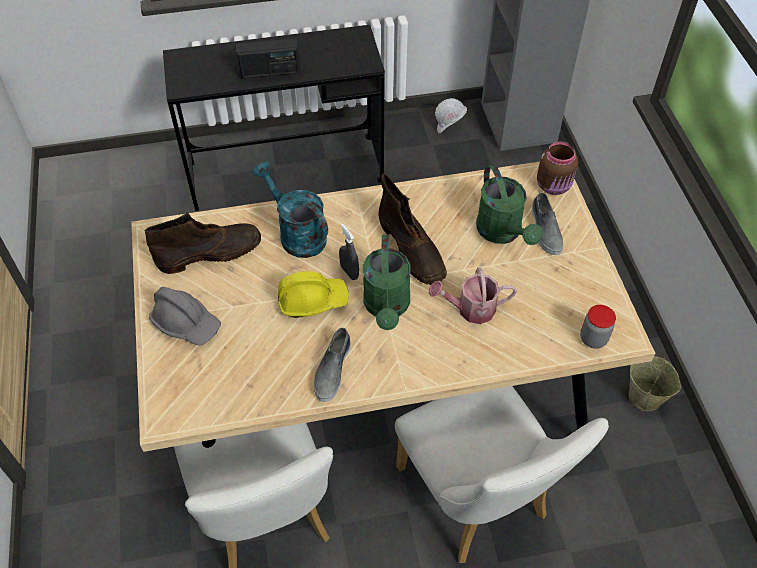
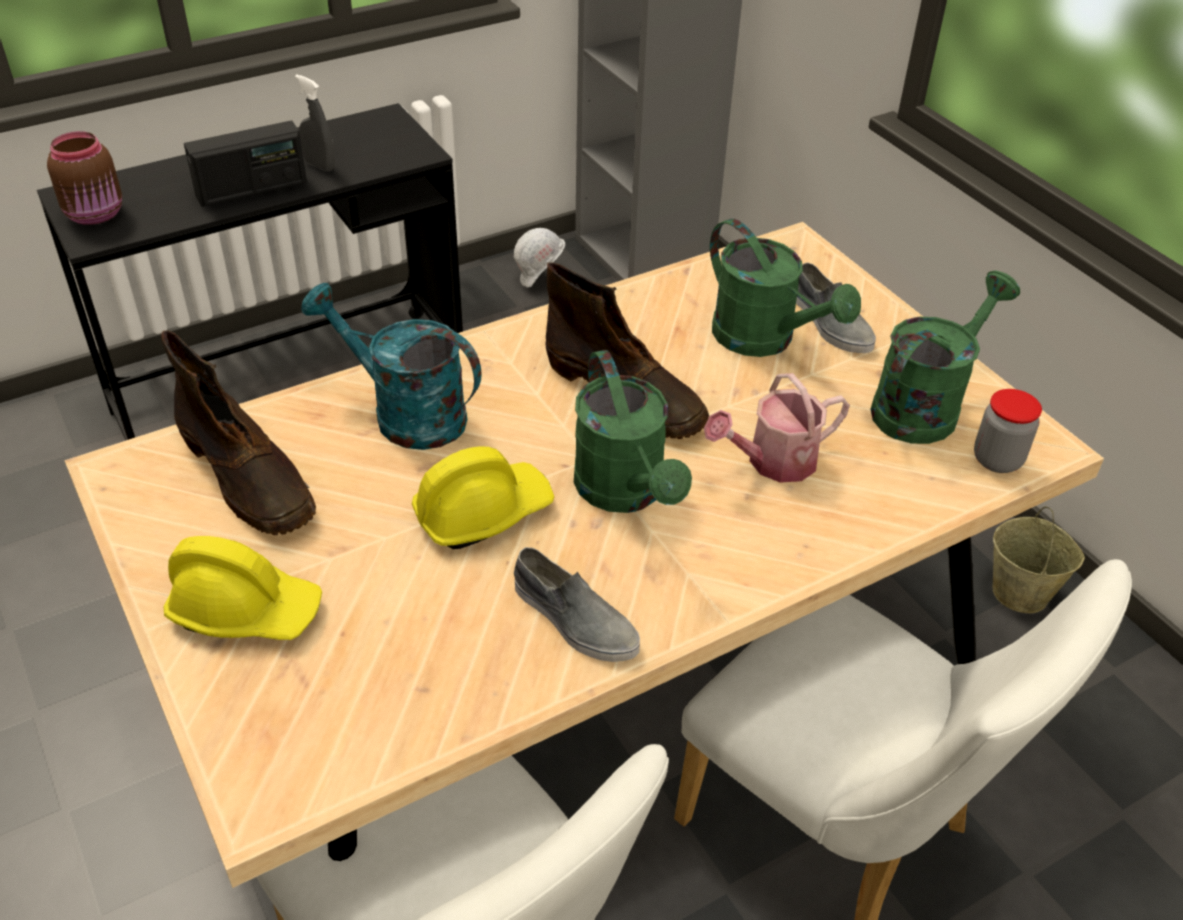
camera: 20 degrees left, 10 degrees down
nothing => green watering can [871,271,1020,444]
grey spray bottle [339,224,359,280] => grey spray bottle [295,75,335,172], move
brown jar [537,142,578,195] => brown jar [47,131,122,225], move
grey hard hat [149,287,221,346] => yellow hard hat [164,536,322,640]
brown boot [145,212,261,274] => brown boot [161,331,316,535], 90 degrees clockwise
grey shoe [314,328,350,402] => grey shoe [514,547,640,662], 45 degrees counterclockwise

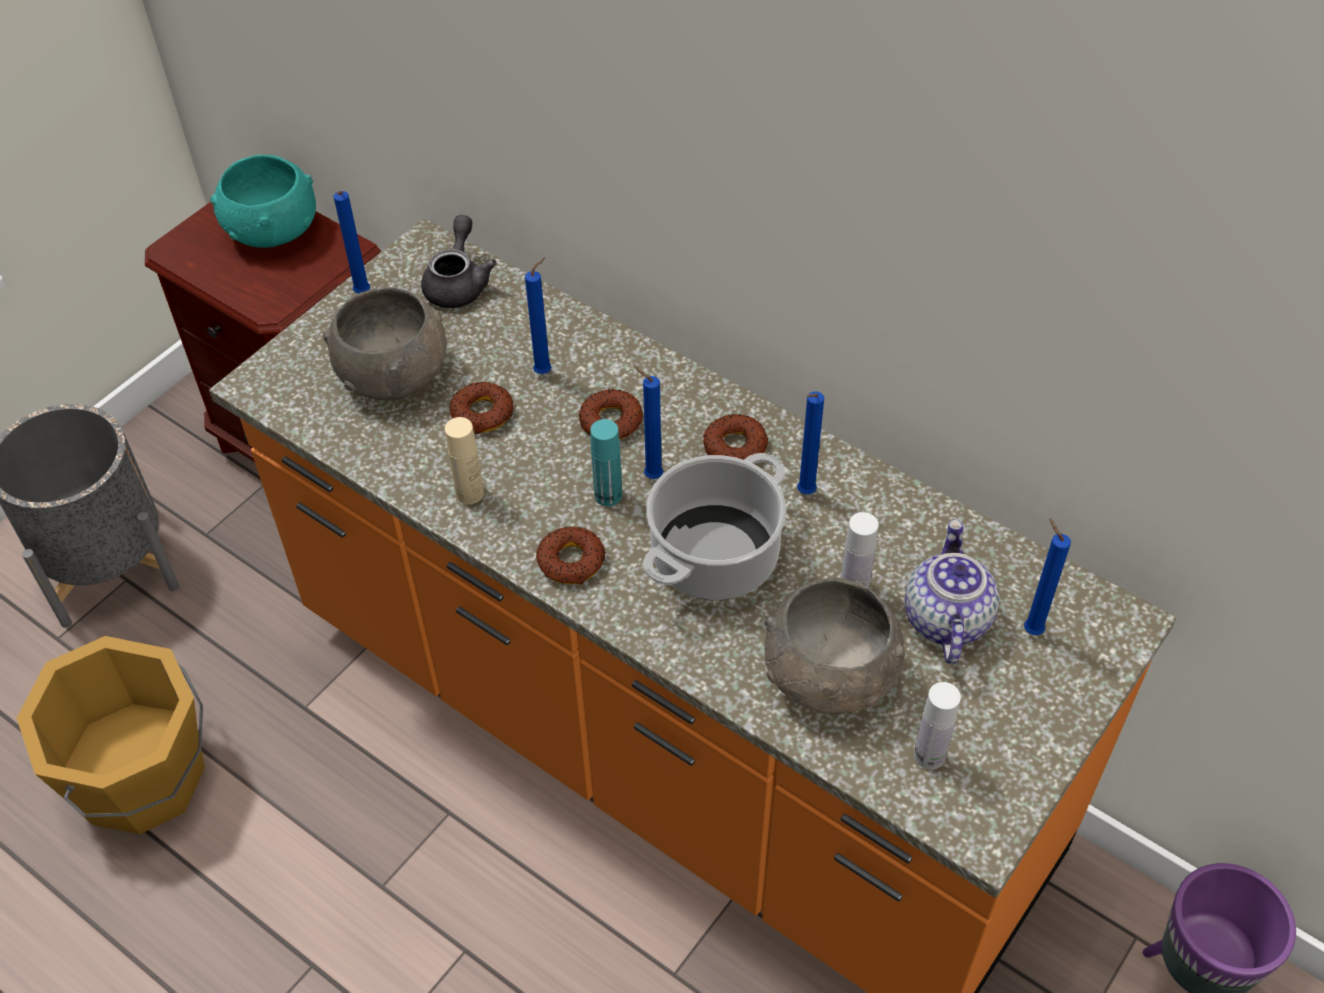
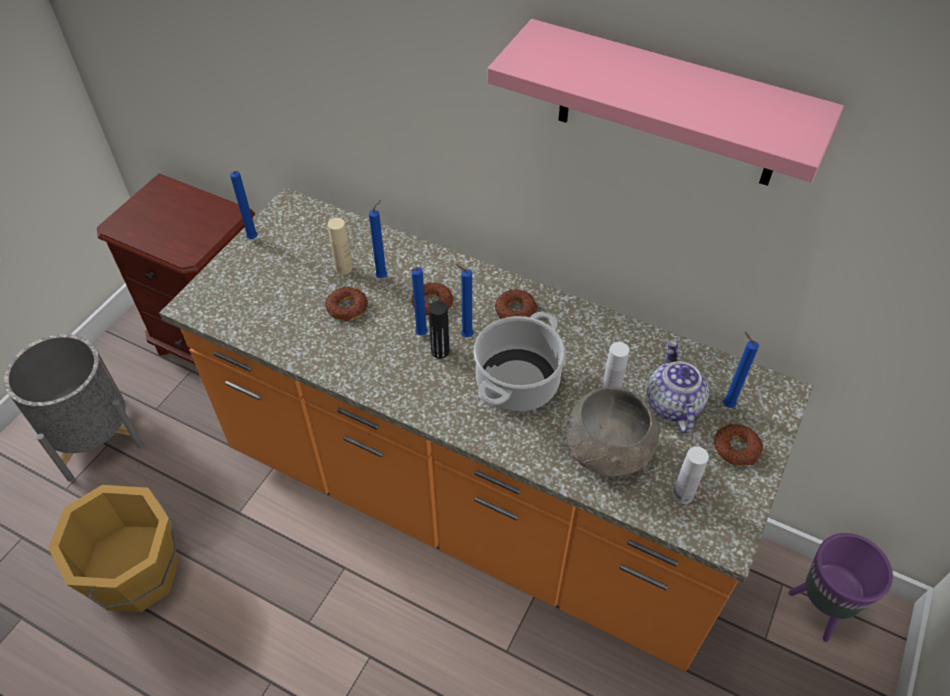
camera: 10 degrees left, 0 degrees up
turquoise bowl [211,155,316,248] => nothing
grey bowl [323,287,447,401] => nothing
grey teapot [421,215,497,308] => nothing
nothing => pink shelf [487,19,844,186]
beige bottle [445,417,484,504] => beige bottle [328,218,352,275], move
donut [536,526,606,585] => donut [714,424,763,466], move
blue candle [797,391,824,494] => blue candle [411,267,428,335], move
turquoise bottle [590,419,622,506] => black bottle [429,301,449,359]

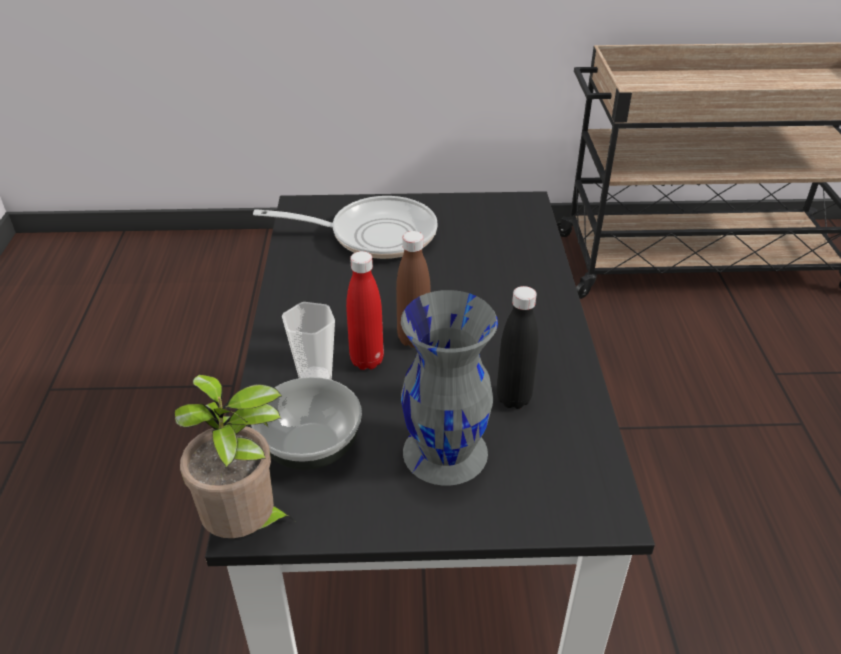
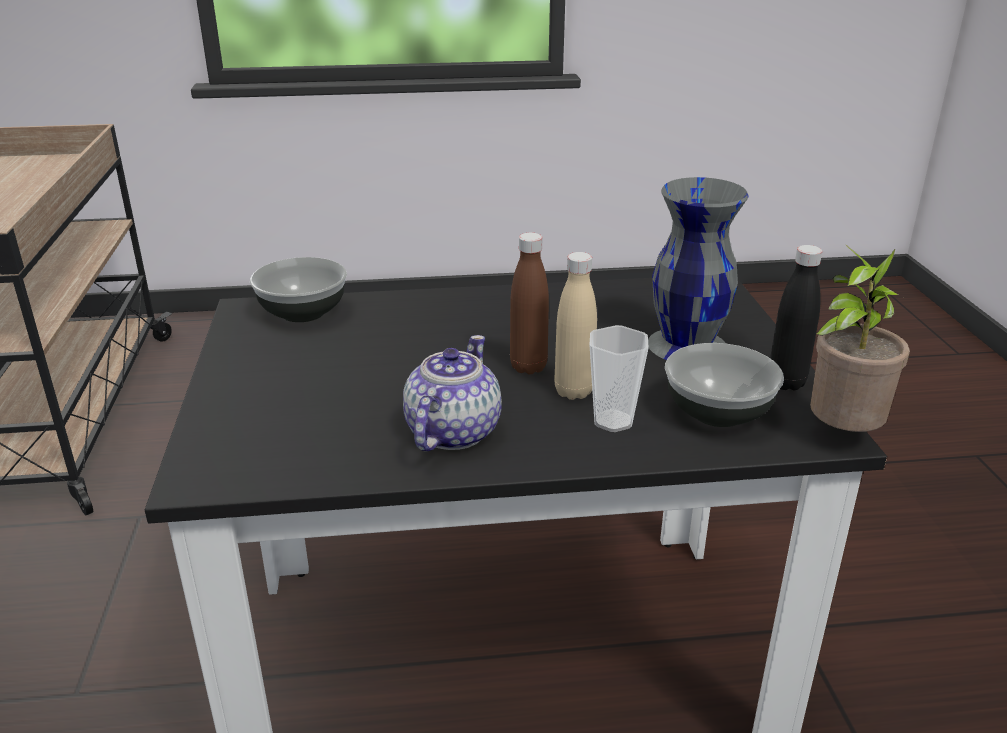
camera: 95 degrees left, 10 degrees down
frying pan [253,196,438,259] => nothing
nothing => bowl [250,257,347,322]
nothing => teapot [403,335,502,451]
black bottle [497,286,539,409] => black bottle [770,245,822,391], move
red bottle [346,251,384,370] => beige bottle [554,252,597,400]

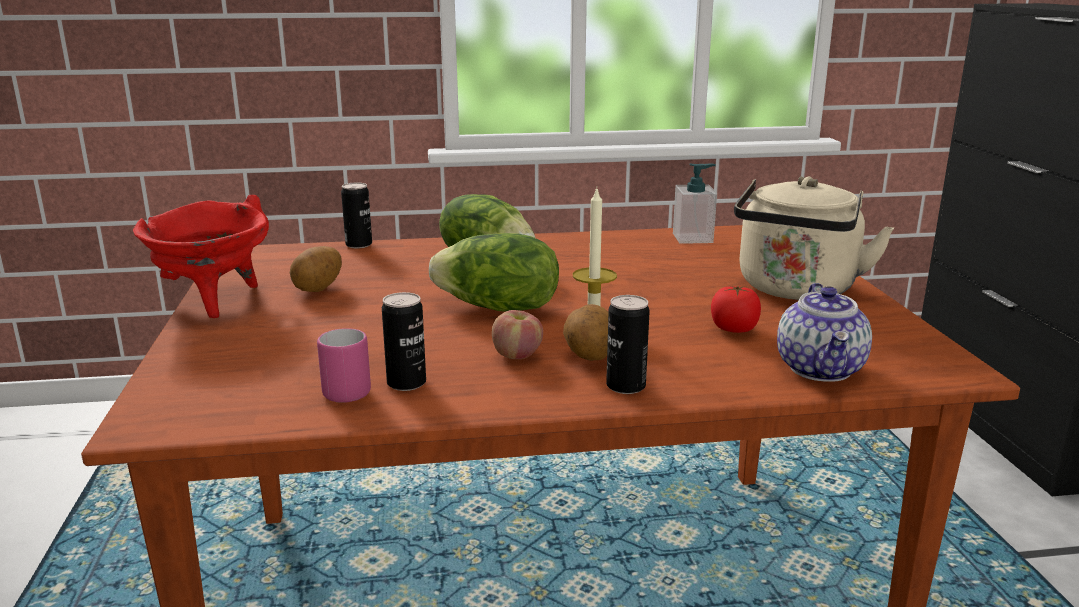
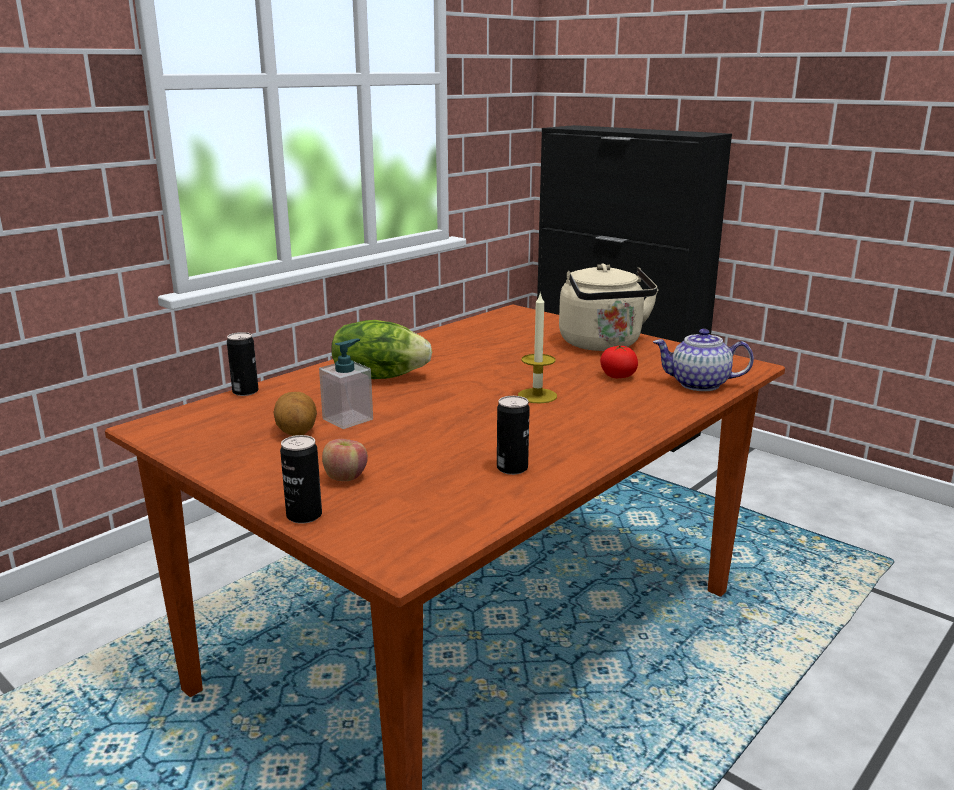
camera: 40 degrees left, 0 degrees up
red cooking pot [133,195,269,318] => nothing
pink mug [317,328,371,402] => nothing
lettuce [429,233,559,311] => nothing
potato [563,304,609,361] => nothing
apple [492,310,543,359] => apple [322,439,368,481], move
can [606,295,650,394] => can [280,435,322,524], move
soap dispenser [673,163,717,244] => soap dispenser [319,339,373,429], move
teapot [777,283,872,382] => teapot [653,329,754,391], 135 degrees clockwise

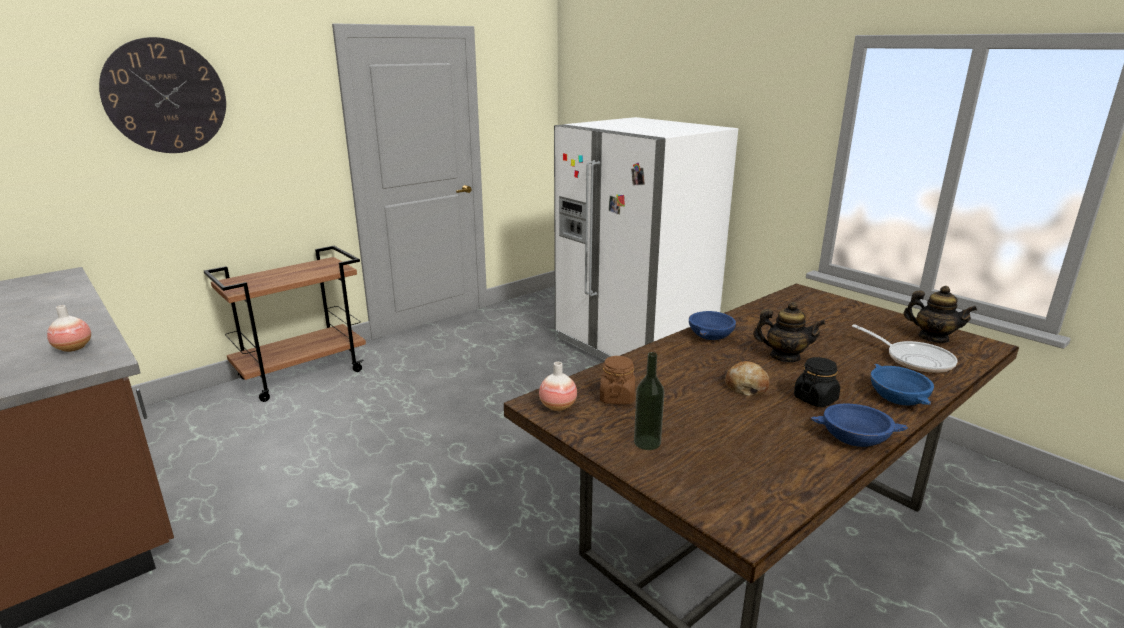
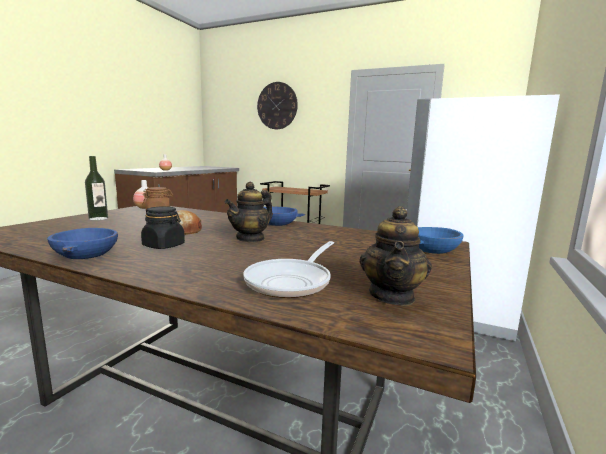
camera: 65 degrees right, 10 degrees down
blue bowl [871,364,934,405] => blue bowl [418,227,464,254], move
teapot [753,302,825,362] => teapot [225,181,273,243], 45 degrees clockwise

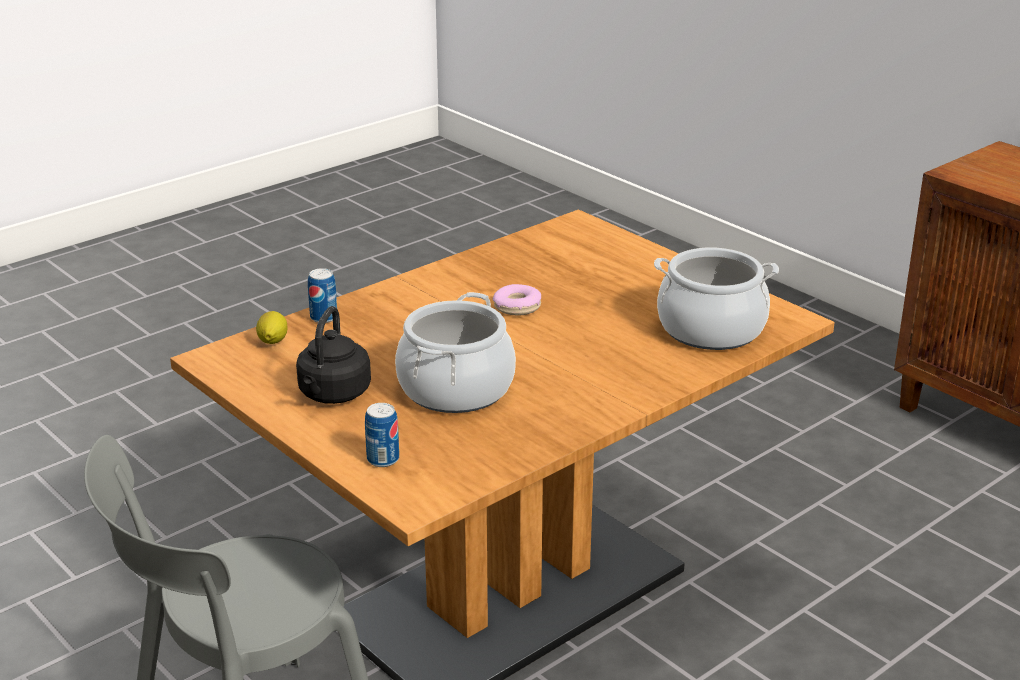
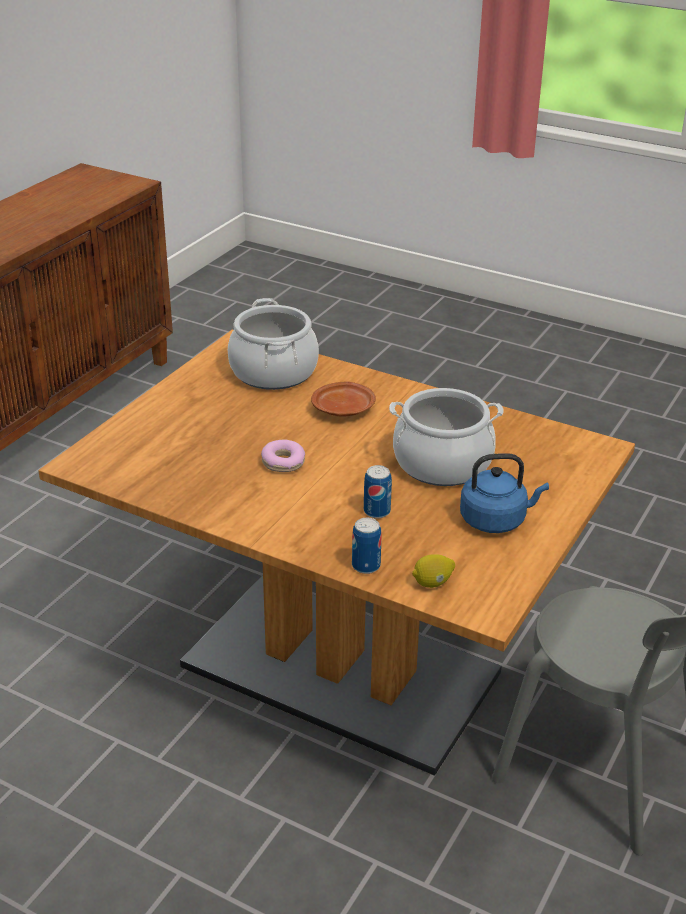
camera: 110 degrees left, 5 degrees up
nothing => brown plate [311,381,376,417]
can [365,403,399,467] => can [364,465,392,518], move
black kettle [296,306,371,404] => blue kettle [460,453,549,533]

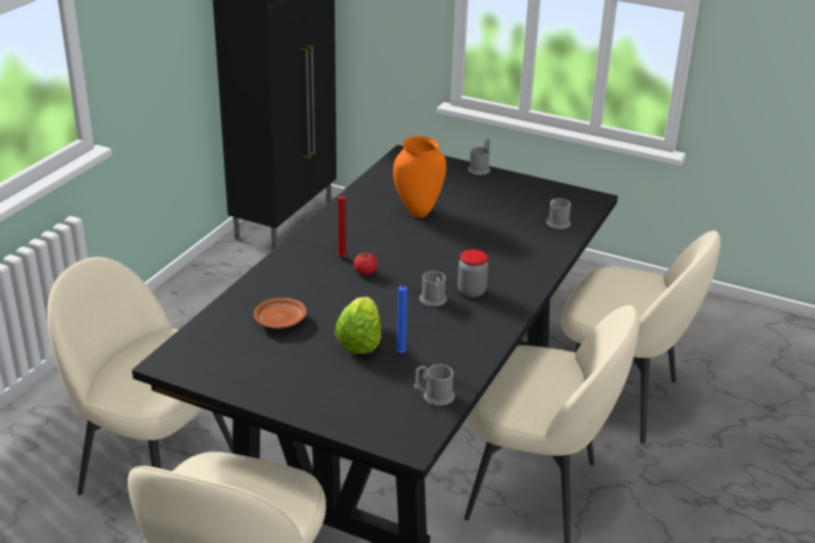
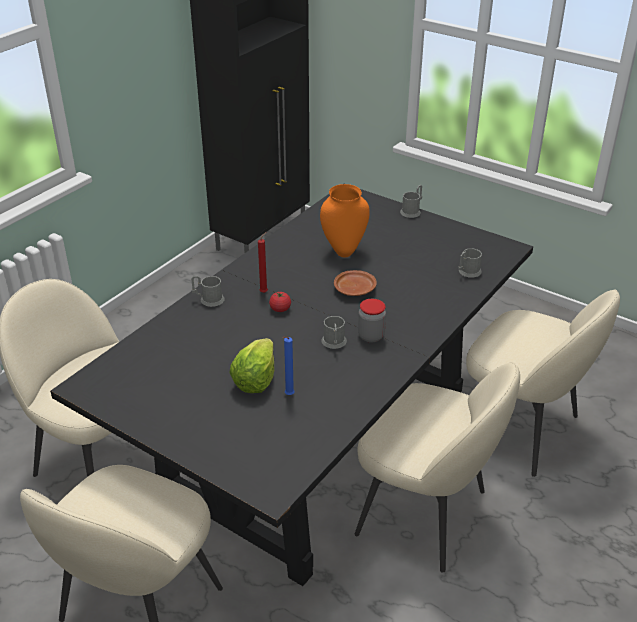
camera: 10 degrees right, 5 degrees up
brown plate [254,298,307,329] => brown plate [334,270,377,296], move
grey mug [414,364,455,406] => grey mug [191,276,225,307], move

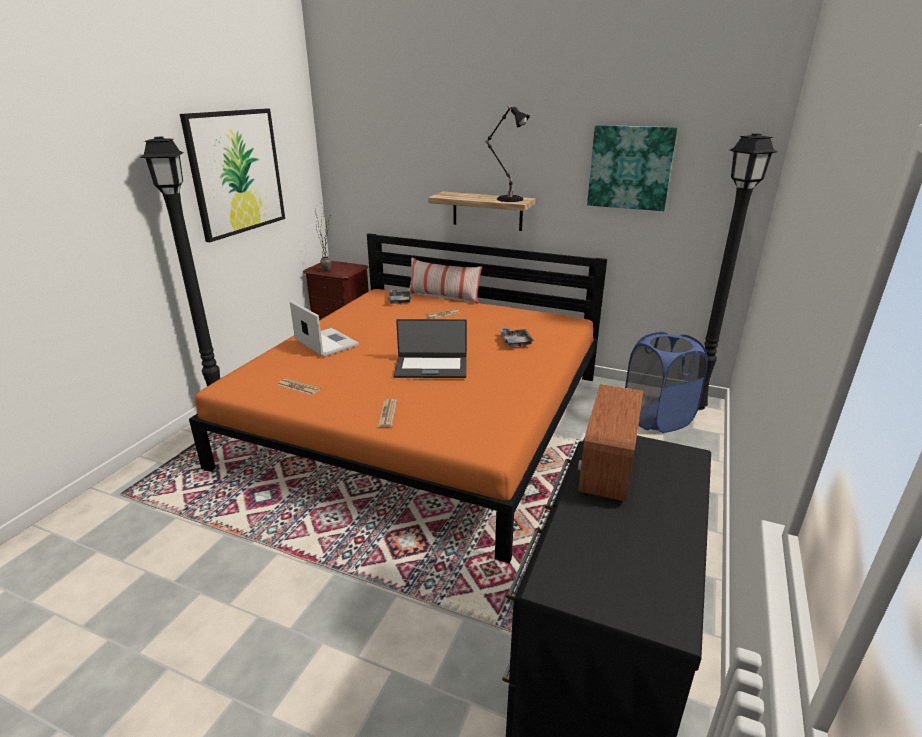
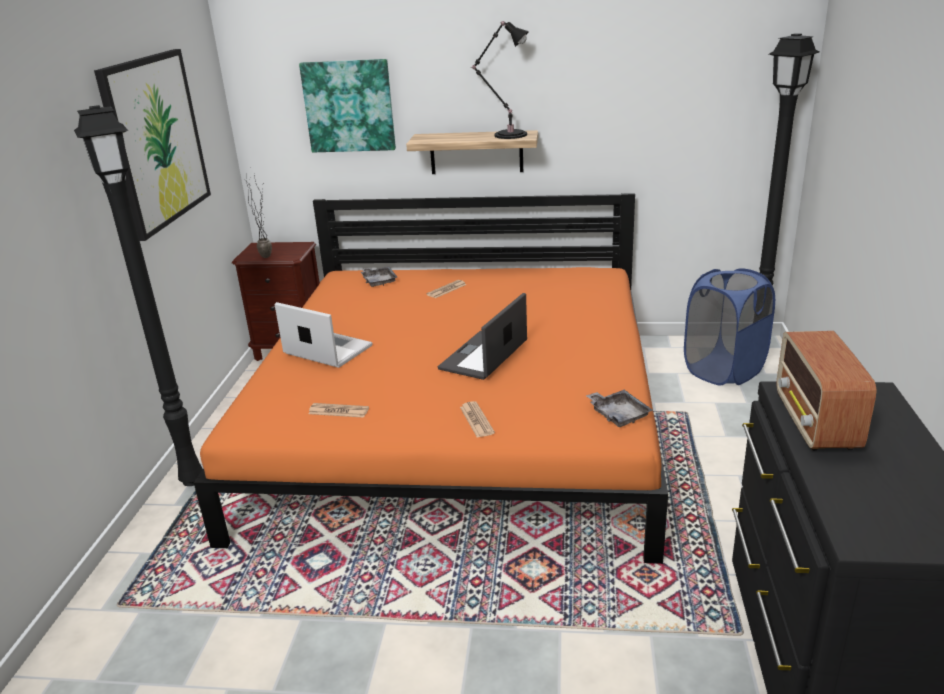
camera: 15 degrees left, 0 degrees up
pillow [409,258,482,304] => nothing
grey tray [500,328,534,347] => grey tray [586,390,653,427], move
picture [587,125,678,211] => picture [299,59,396,152], move
laptop [394,319,467,378] => laptop [438,293,527,380], 135 degrees clockwise

